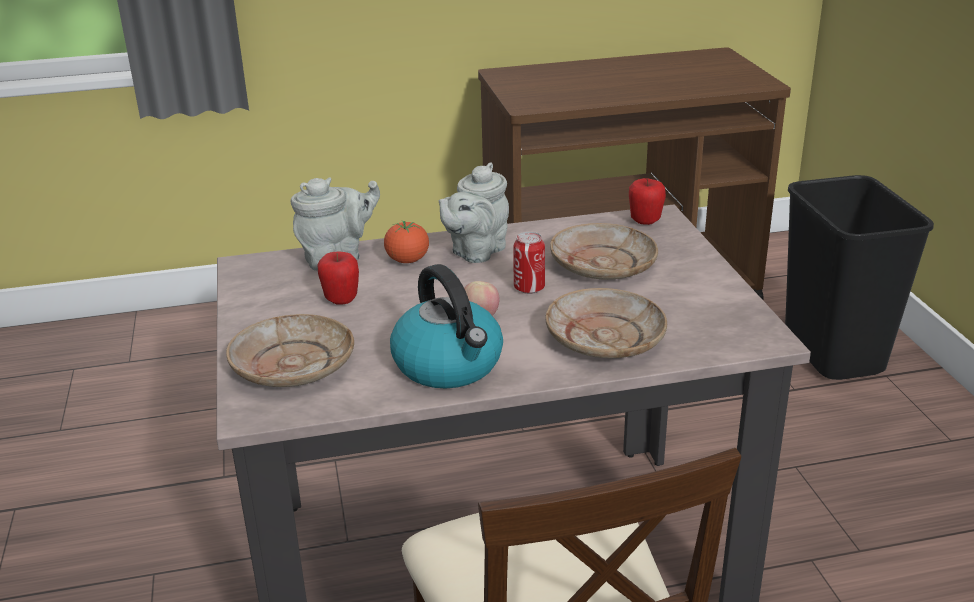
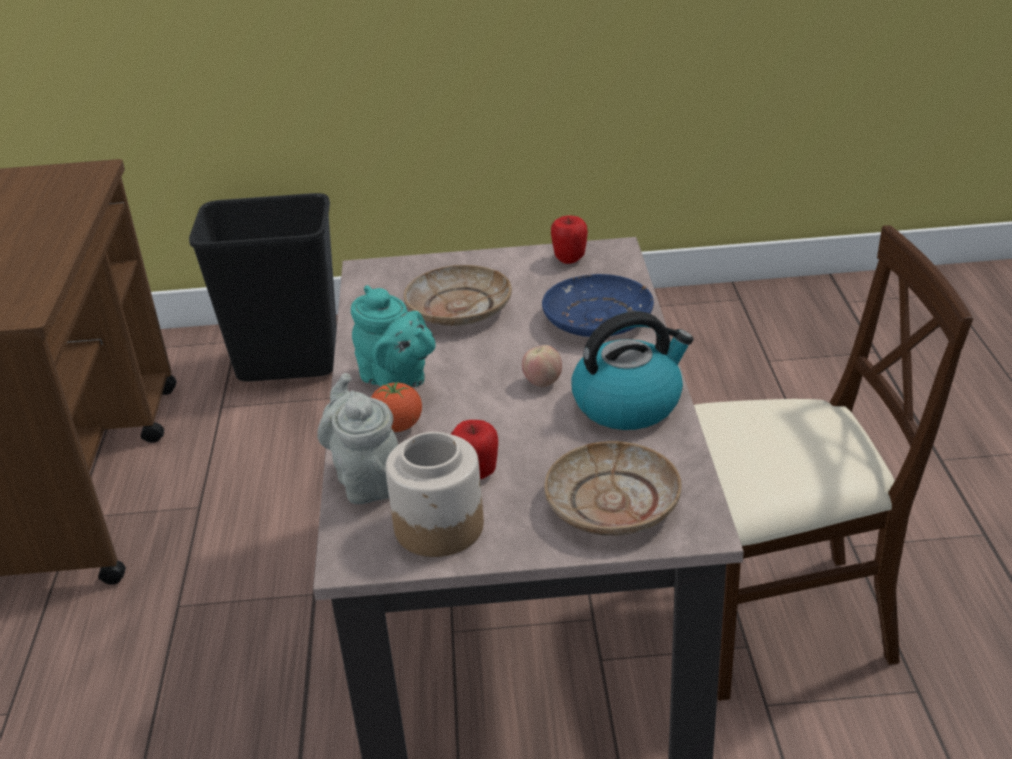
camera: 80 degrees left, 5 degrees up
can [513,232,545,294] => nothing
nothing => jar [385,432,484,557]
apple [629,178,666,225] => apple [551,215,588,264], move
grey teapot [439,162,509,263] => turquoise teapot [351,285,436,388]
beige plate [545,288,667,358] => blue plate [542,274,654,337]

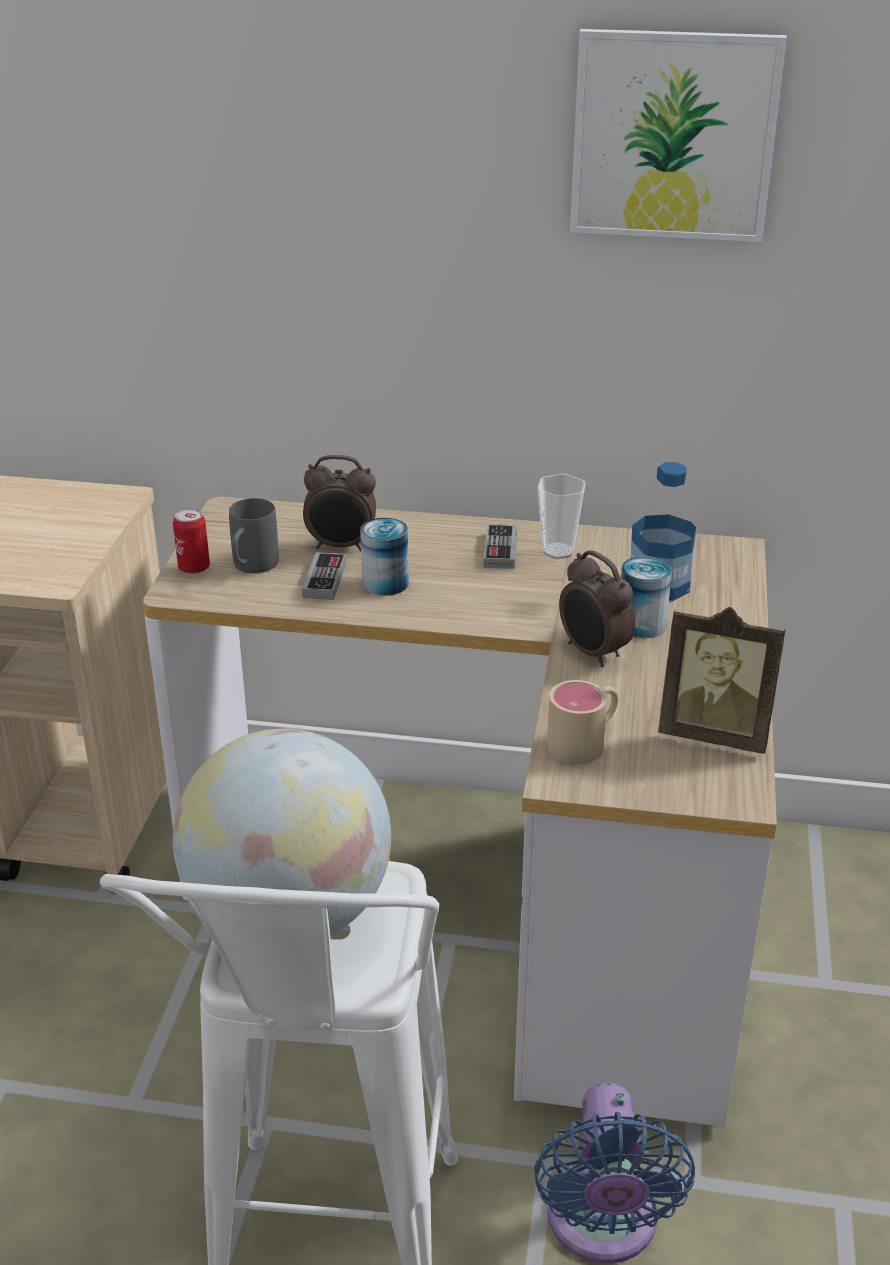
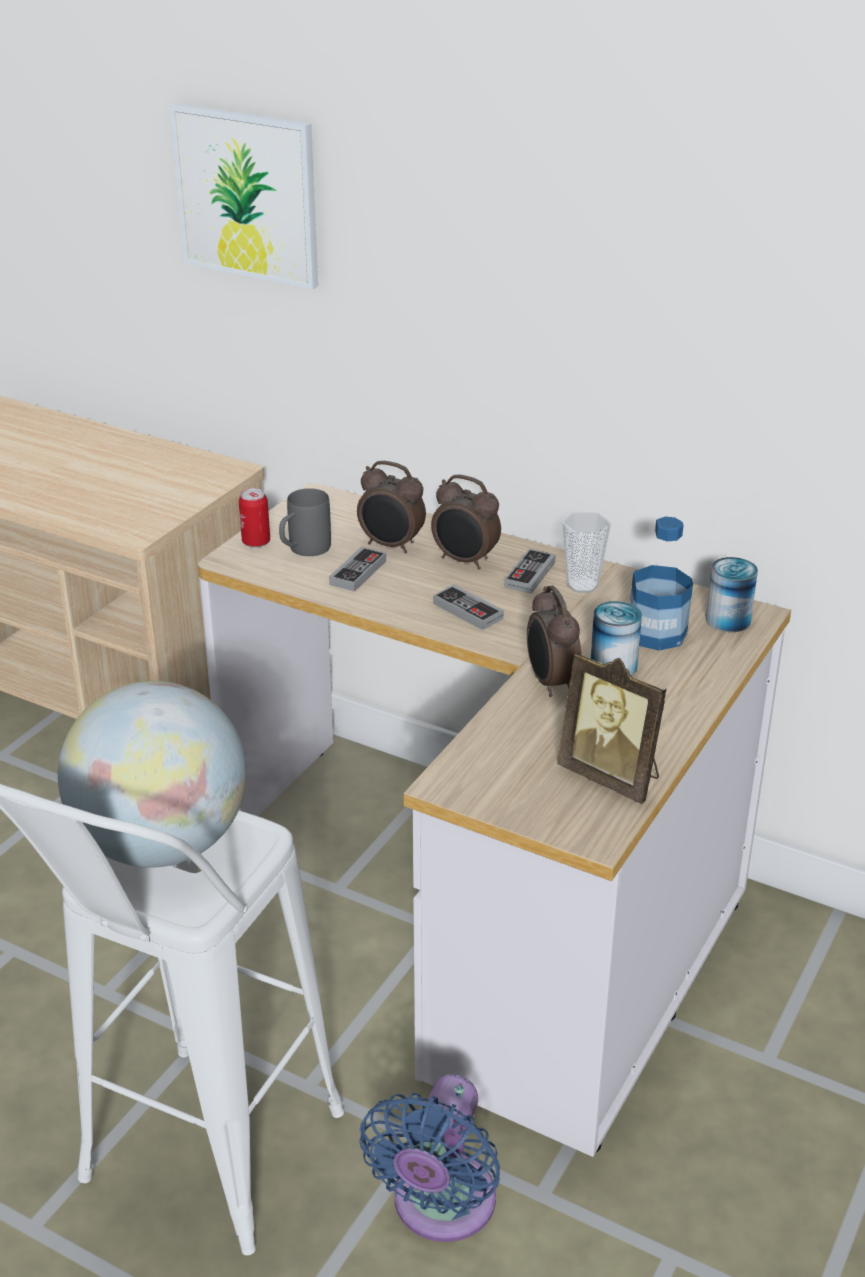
camera: 20 degrees right, 0 degrees up
beige mug [547,680,619,764] => nothing
nothing => alarm clock [431,475,501,569]
nothing => game controller [433,585,504,630]
can [360,518,409,596] => can [706,557,758,632], move
picture [570,29,787,242] => picture [169,103,318,290], move

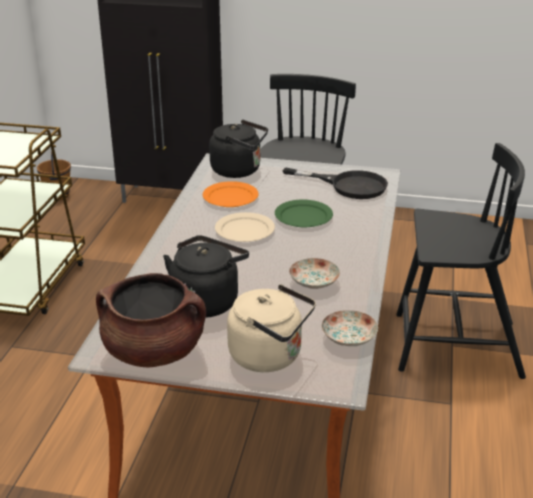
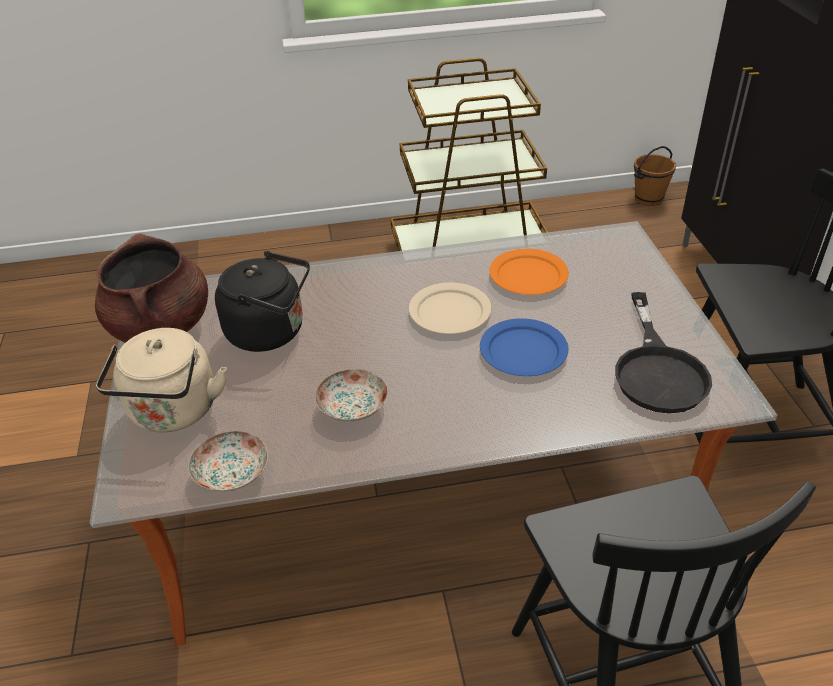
camera: 70 degrees right, 10 degrees up
black kettle [209,120,268,178] => nothing
green plate [275,200,333,228] => blue plate [480,318,568,376]

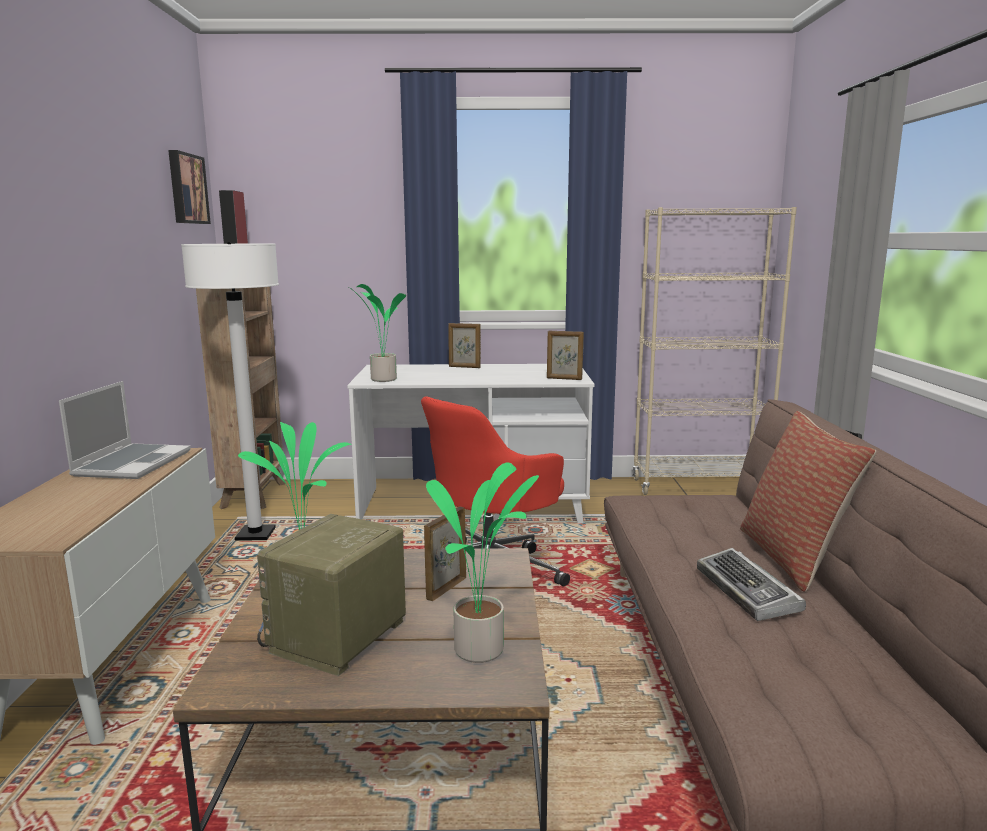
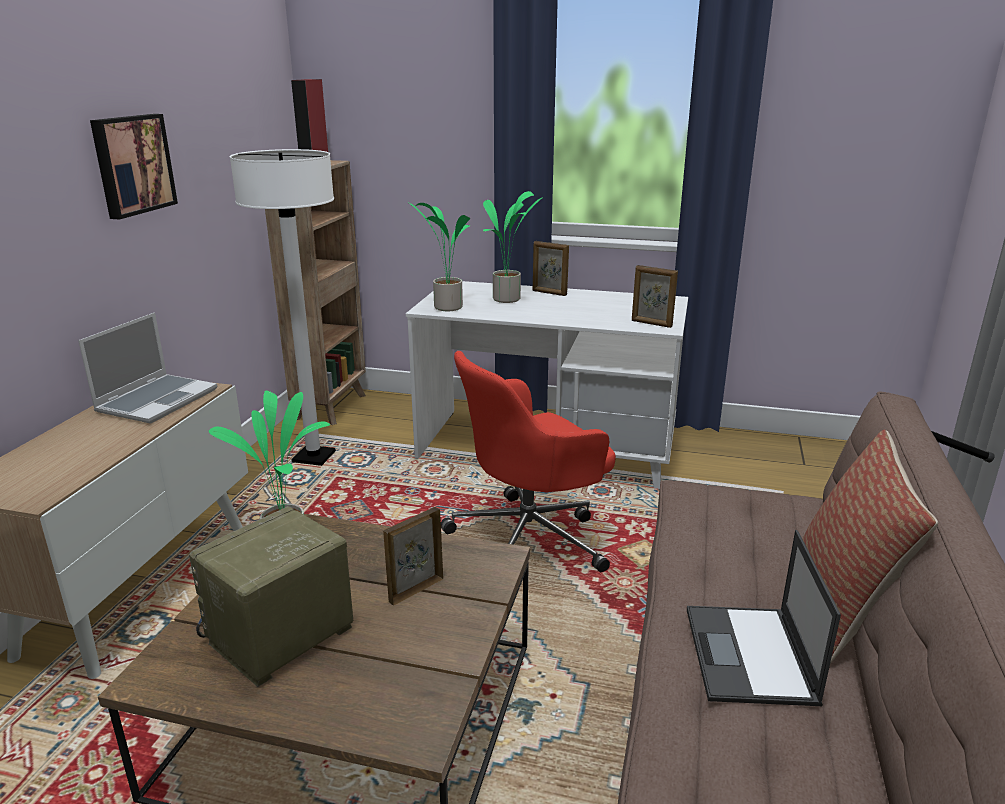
camera: 15 degrees right, 10 degrees up
beige bookcase [633,207,797,495] => nothing
picture [168,150,211,224] => picture [90,114,178,219], move
potted plant [426,462,539,663] => potted plant [483,191,542,303], move
keyboard [697,548,806,621] => laptop [687,530,841,706]

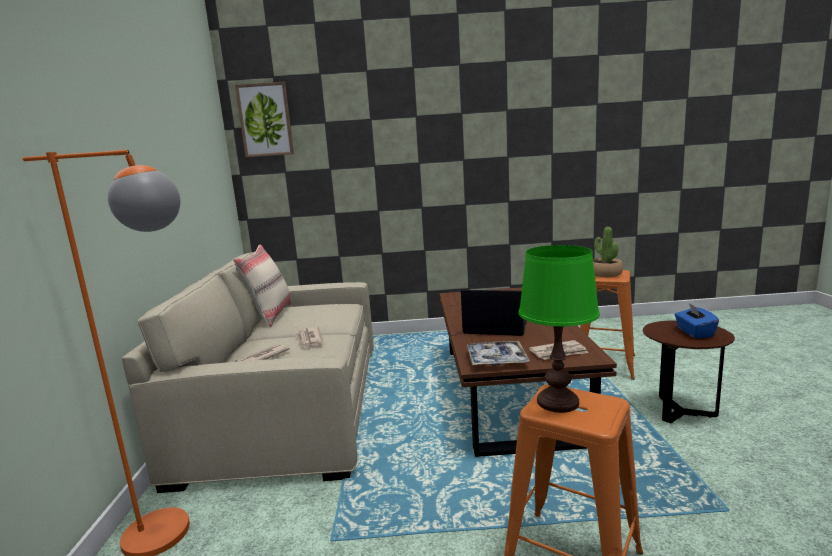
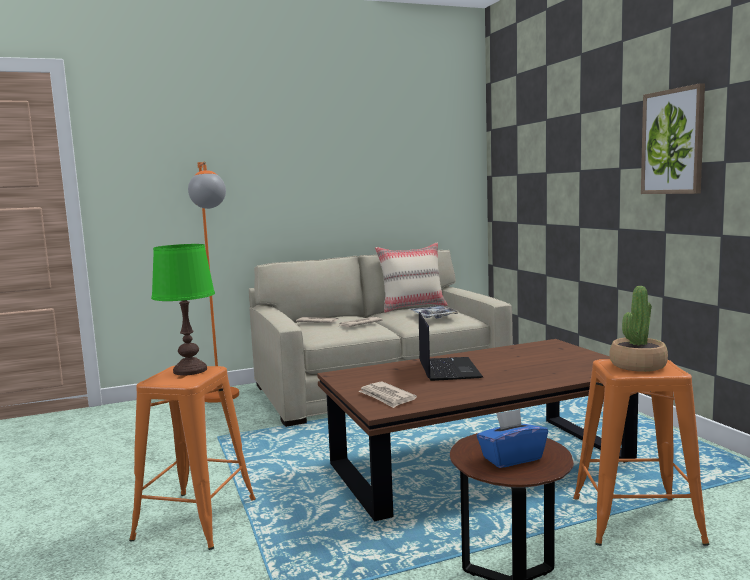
camera: 70 degrees right, 5 degrees down
picture [235,82,294,157] => picture [641,83,705,194], move
tray [467,341,530,365] => tray [408,305,459,318], move

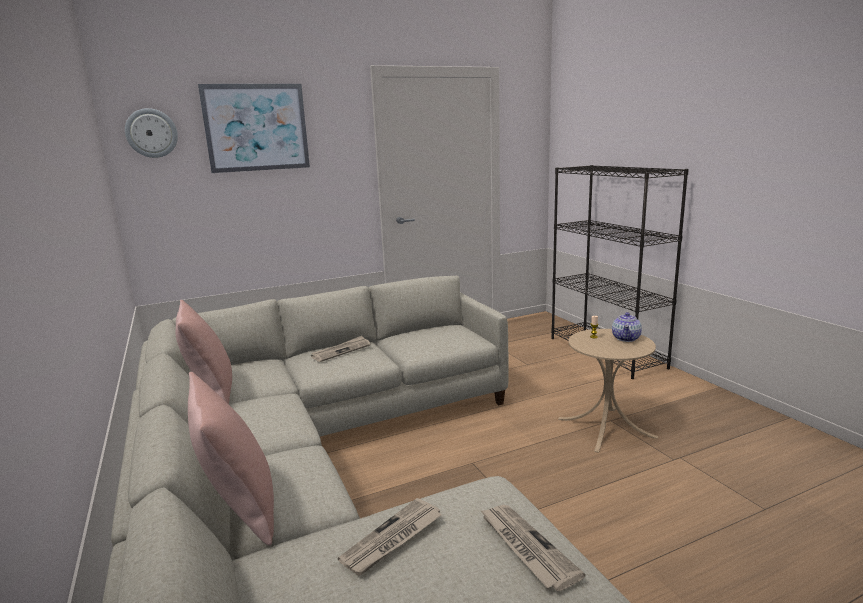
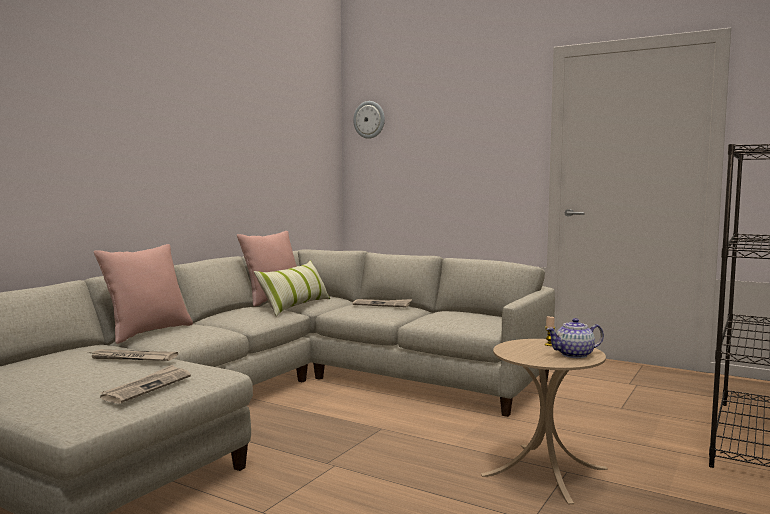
camera: 55 degrees right, 10 degrees down
picture [198,84,310,173] => nothing
nothing => pillow [254,260,330,317]

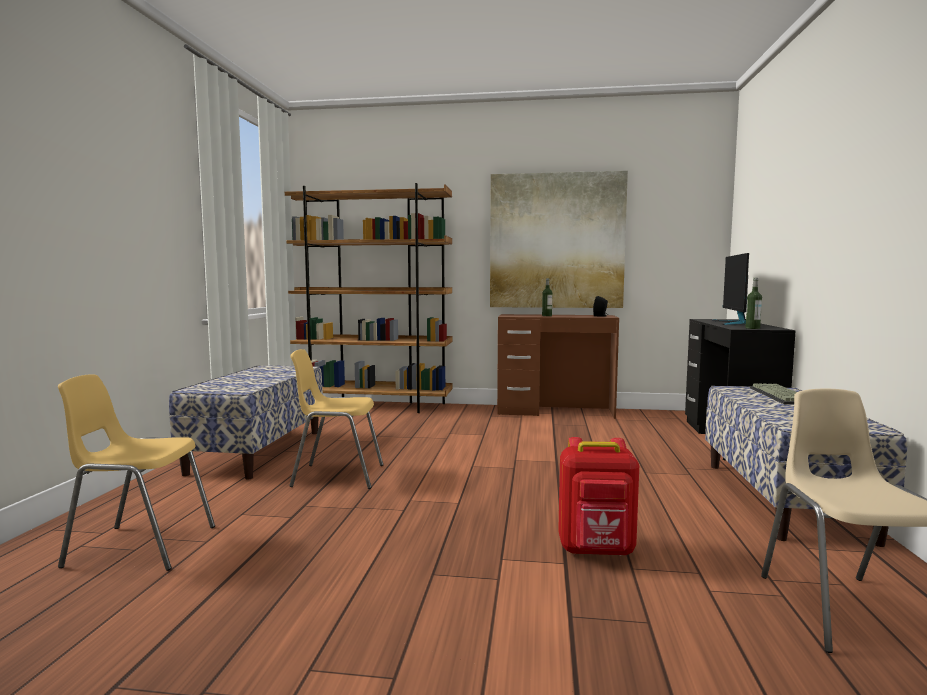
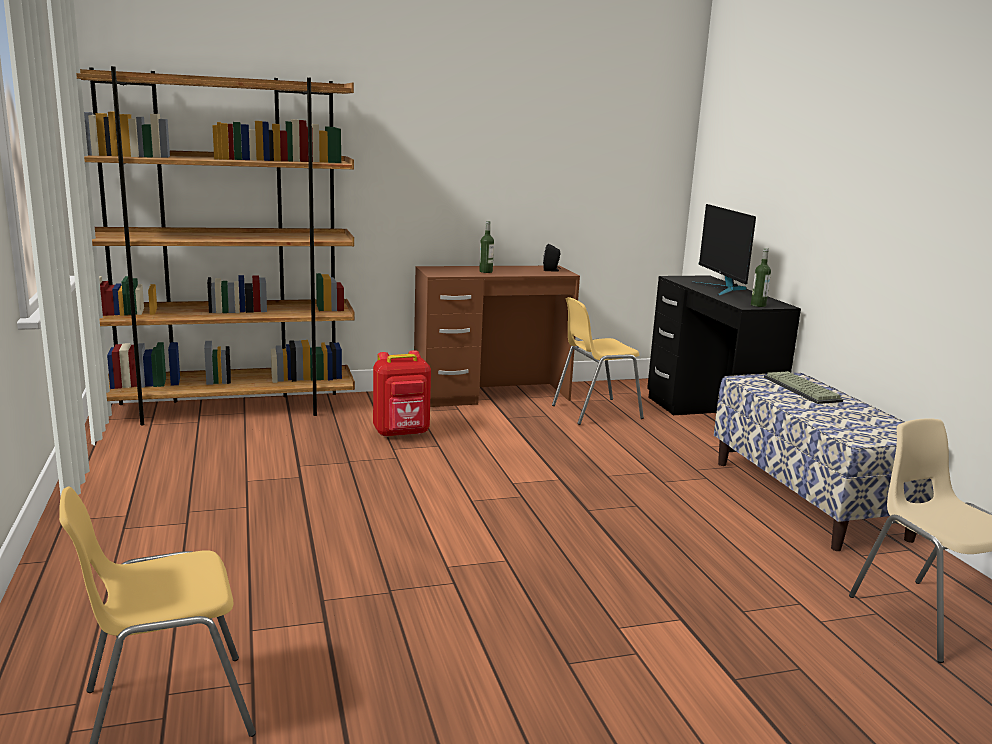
camera: 25 degrees left, 10 degrees up
bench [169,365,323,480] => nothing
picture [490,171,628,308] => nothing
yellow chair [289,349,384,489] => yellow chair [552,297,644,425], move
red backpack [558,437,639,556] => red backpack [373,350,431,437], move

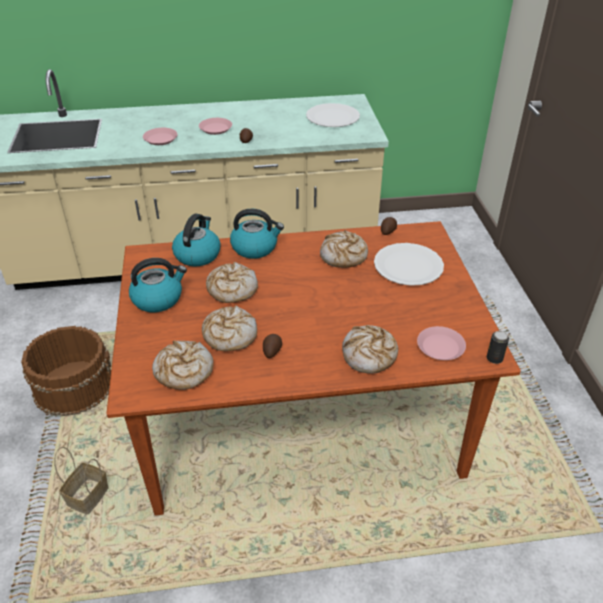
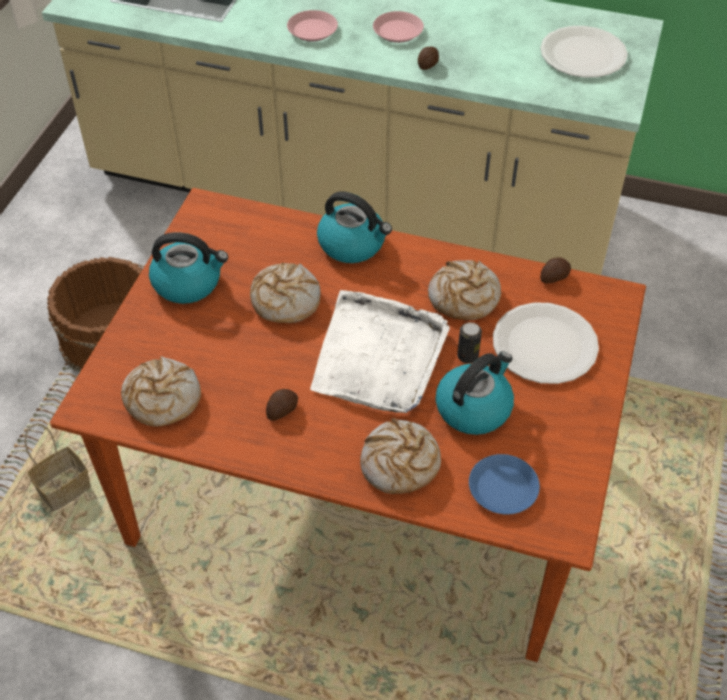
camera: 25 degrees right, 10 degrees up
bread [202,305,257,351] => nothing
nothing => white tray [310,290,450,413]
kettle [172,214,220,266] => kettle [436,351,514,435], move
can [487,331,509,364] => can [457,322,482,363], move
pink plate [417,326,466,360] => blue plate [469,454,540,515]

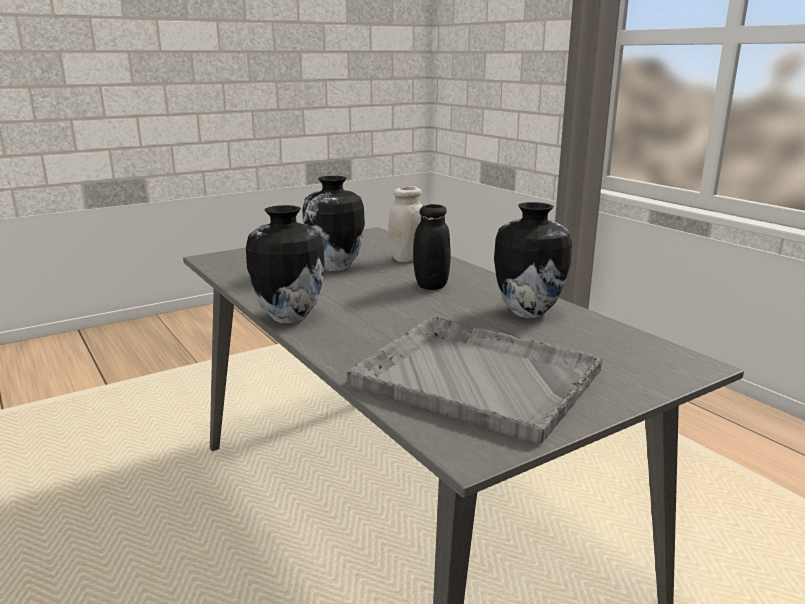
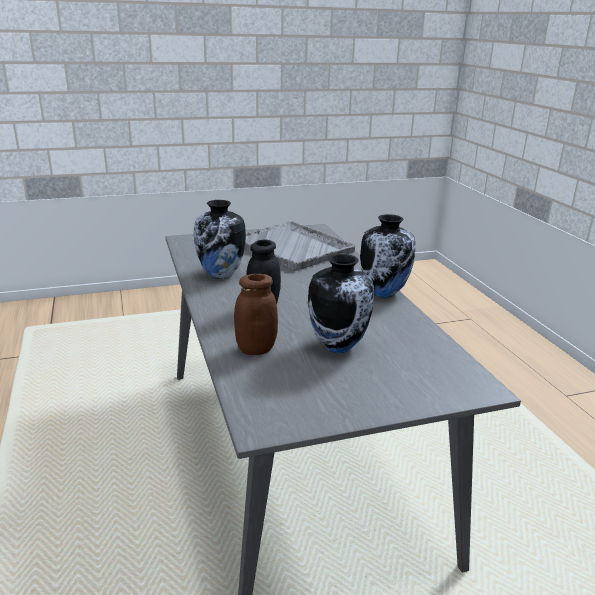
camera: 165 degrees left, 5 degrees up
white jar [388,186,423,262] => brown jar [234,274,278,355]

